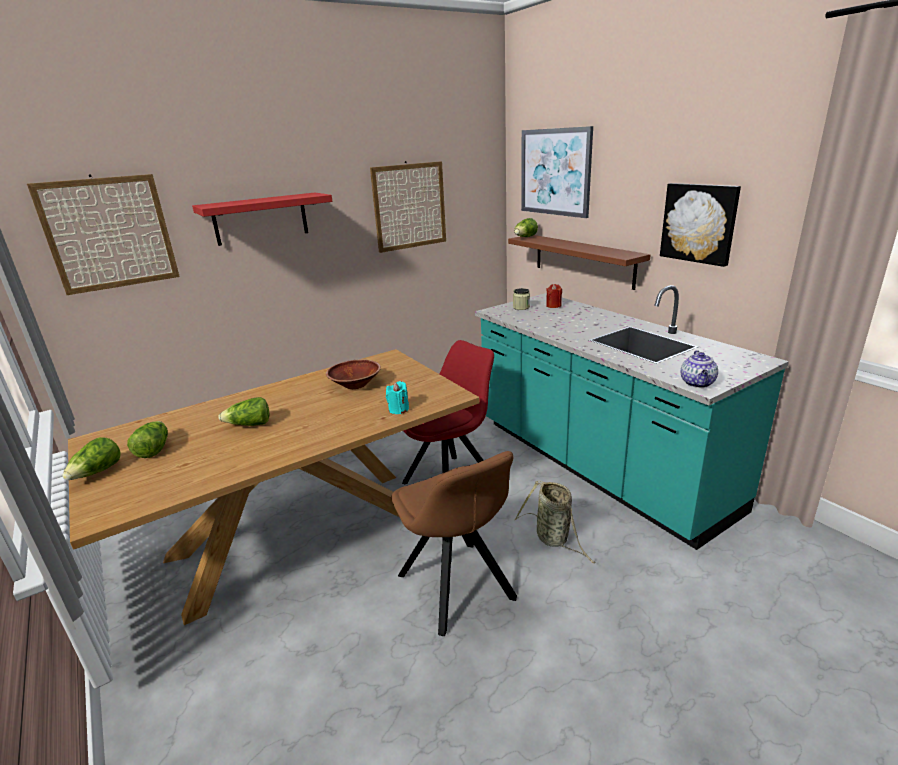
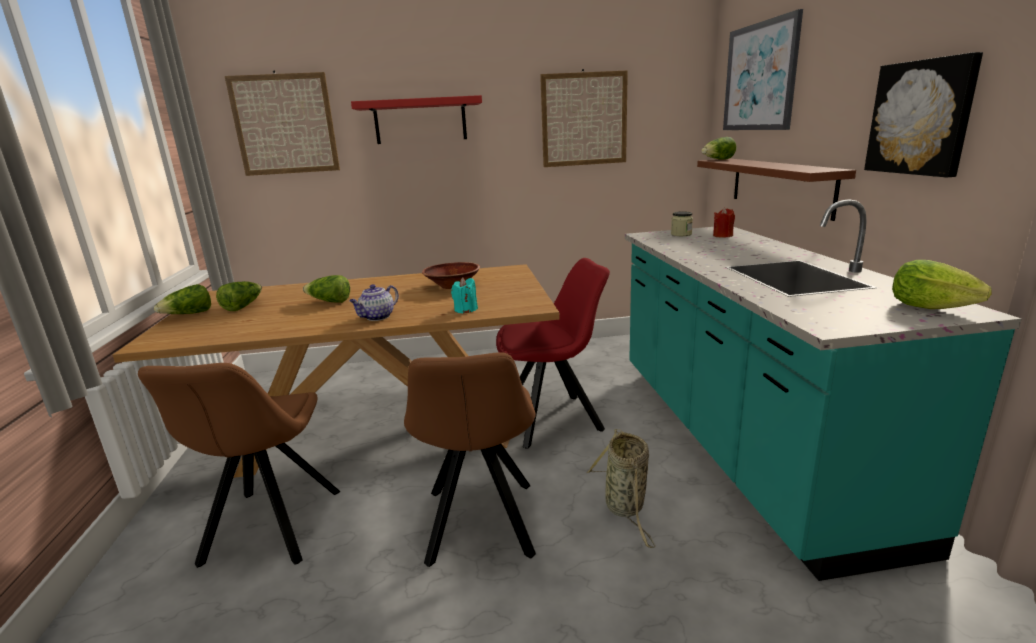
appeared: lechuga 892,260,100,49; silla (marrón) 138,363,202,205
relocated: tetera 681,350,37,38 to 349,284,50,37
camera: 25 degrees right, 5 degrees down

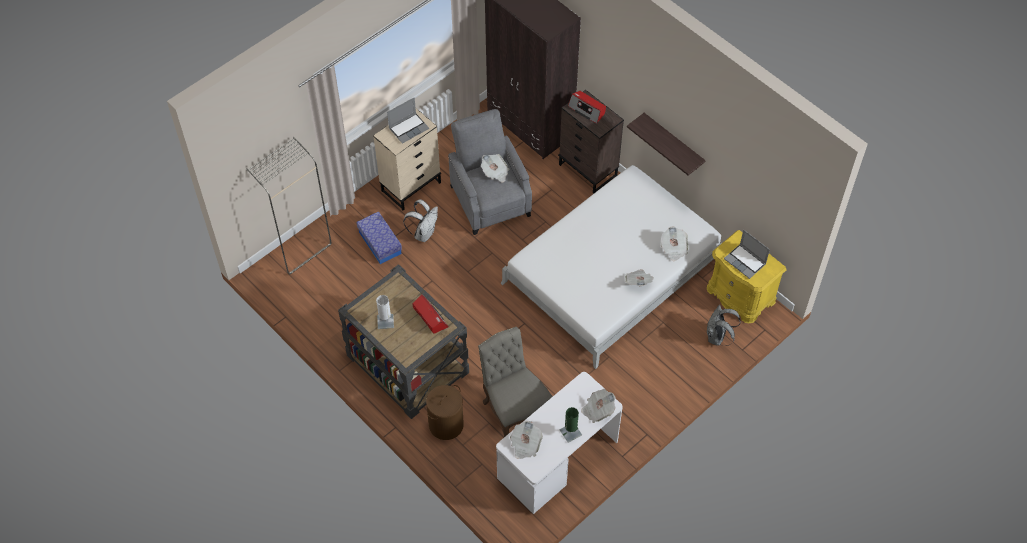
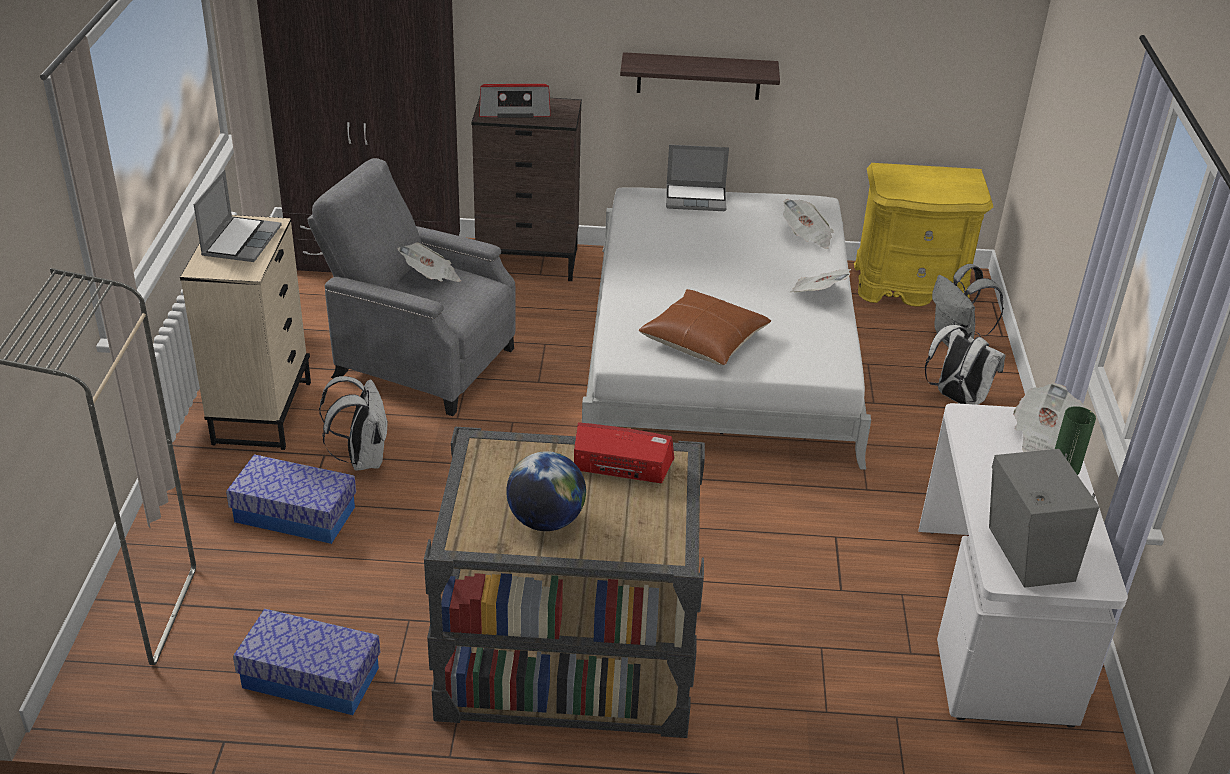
missing: silla (gris) 478,327,75,110; cesto de la ropa (marrón) 426,385,38,55
appeared: cojín (marrón) 639,289,132,76; mochila (blanco) 925,325,80,80; caja de almacenaje 233,609,147,106
relocated: portátil 724,230,46,49 to 666,145,63,66
exchanged: lámpara de mesa (blanco) 376,295,18,34 to globo terráqueo 506,451,80,80; periódico 510,421,33,38 to altavoz (gris) 989,449,110,139
camera: 45 degrees left, 20 degrees down

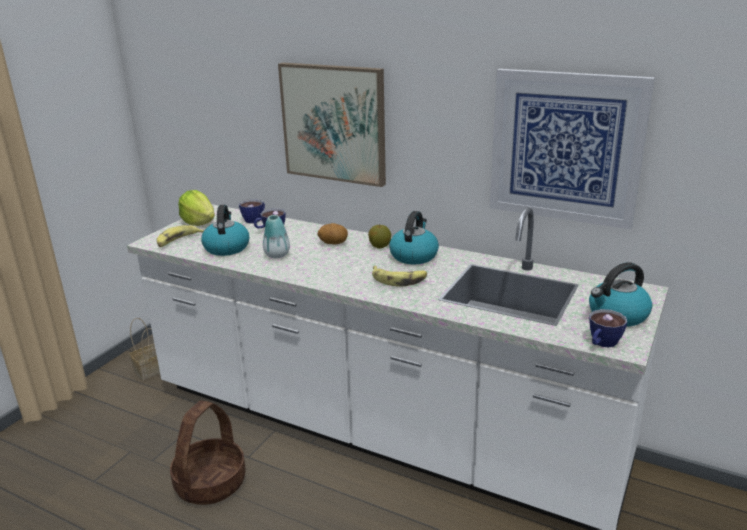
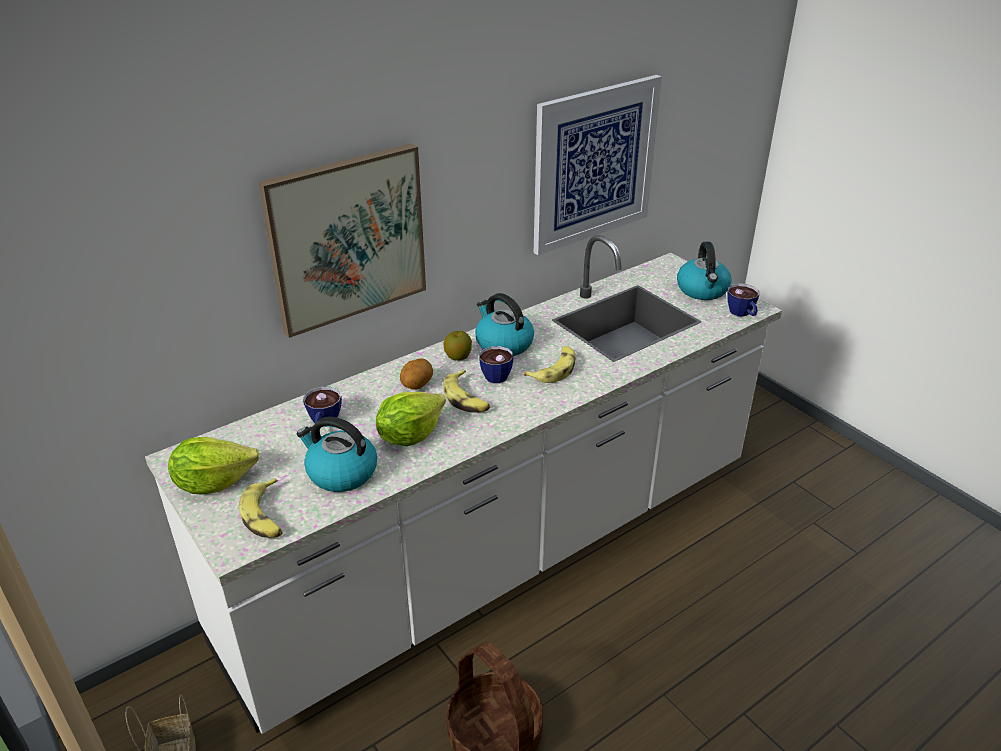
appeared: plátano 443,370,47,43
relocated: taza 239,199,26,24 to 479,346,34,37
exchanged: florero 263,215,27,43 to lechuga 376,392,70,54
camera: 65 degrees left, 10 degrees up

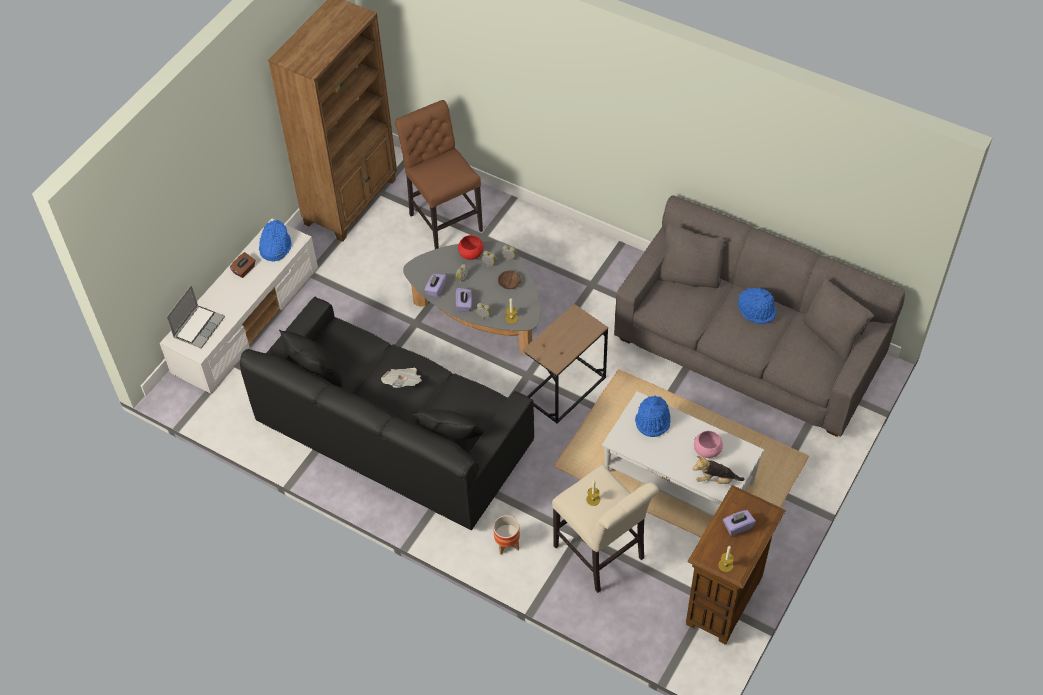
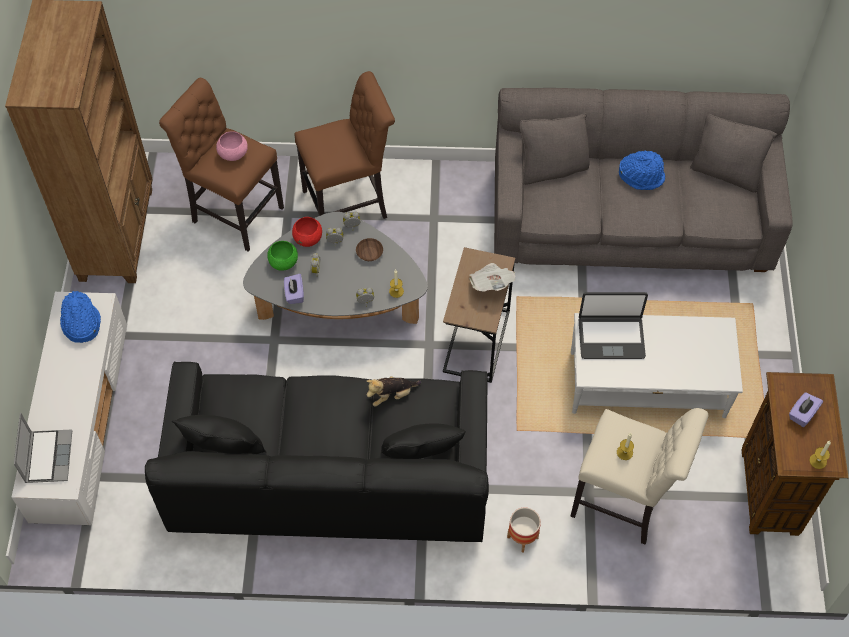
missing: caja de pañuelos (marrón) 230,252,26,26; caja de pañuelos (morado) 456,288,16,24
appeared: taburete (marrón) 294,71,101,148; cuenco (verde) 267,241,31,30
relocated: periódico 381,368,41,20 to 469,263,47,29; cuenco (rosa) 694,431,29,27 to 216,131,32,30; peluche 693,456,52,28 to 367,376,54,31
exchanged: sombrero (azul) 635,396,35,41 to portátil 579,292,69,67
camera: 30 degrees left, 5 degrees up

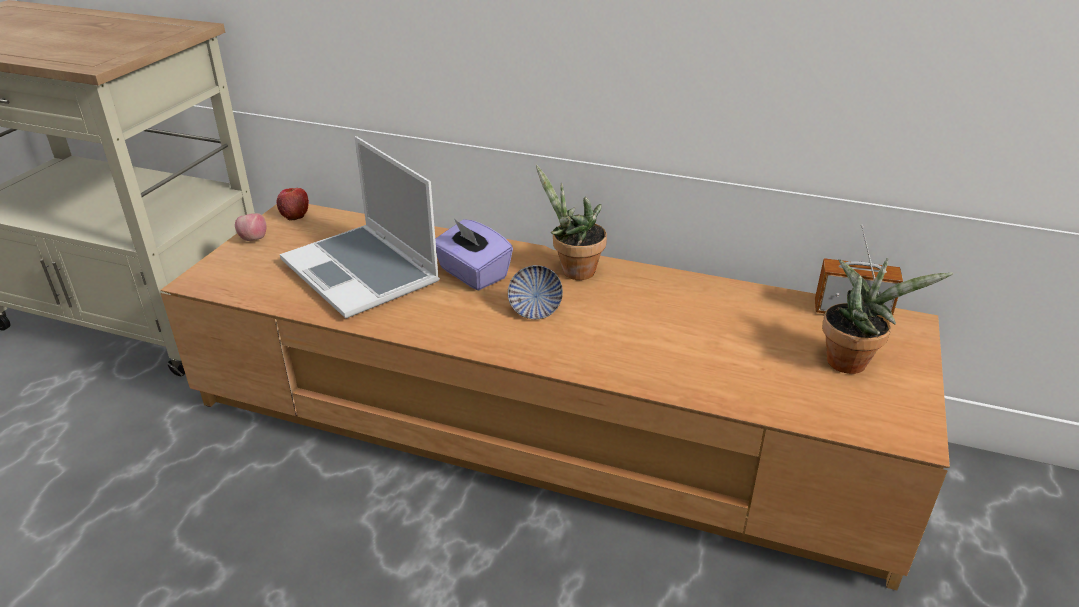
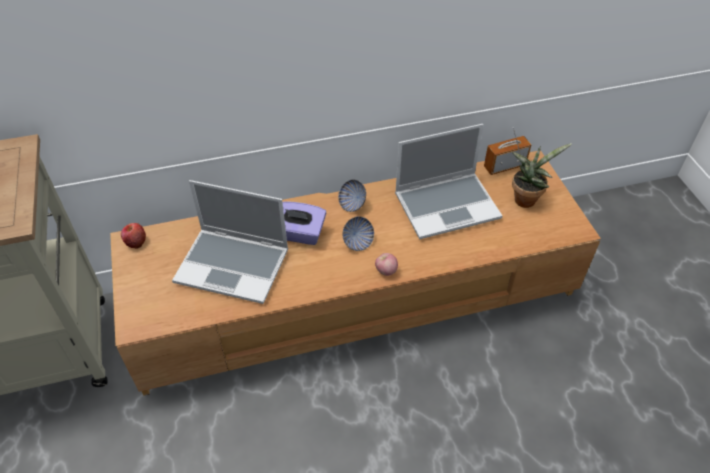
appeared: portátil 395,124,107,115
relocated: manzana 235,213,31,28 to 375,253,23,23
exchanged: planta en maceta 536,164,71,116 to cuenco 338,180,28,32
camera: 35 degrees left, 15 degrees up

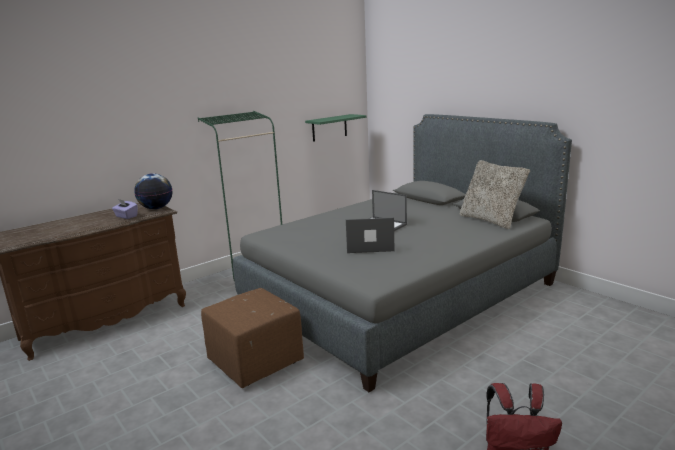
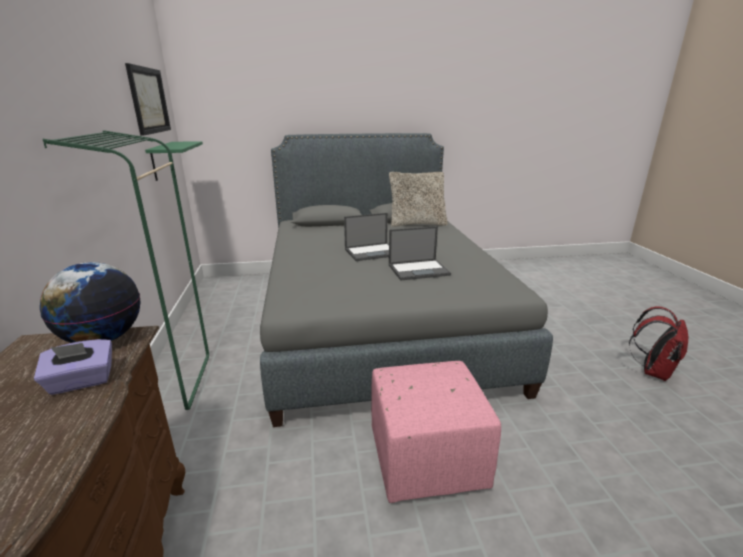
appeared: cuadro 125,63,46,73
colour: puf (marrón) 201,288,103,100 to puf (rosa) 371,361,130,142
spun: portátil 346,217,48,36 = 389,226,62,55 135 degrees counterclockwise
camera: 60 degrees left, 5 degrees up

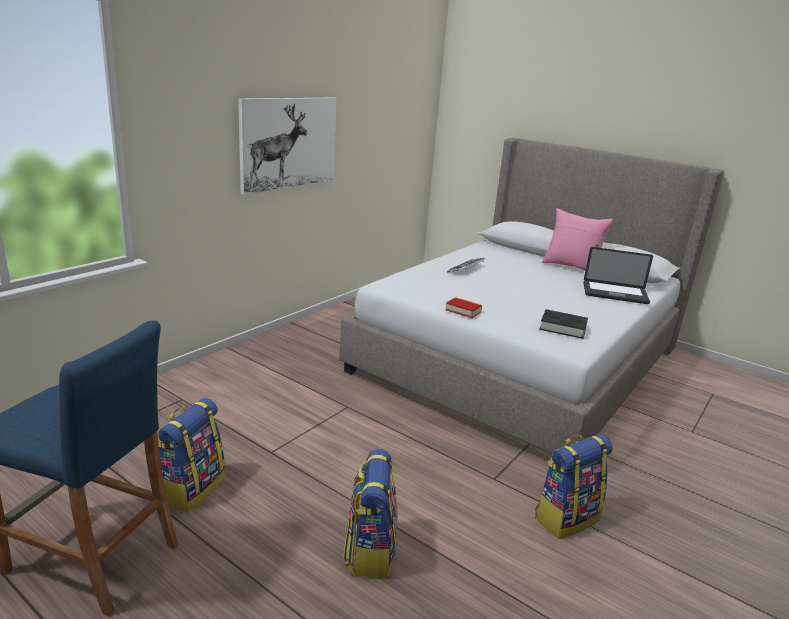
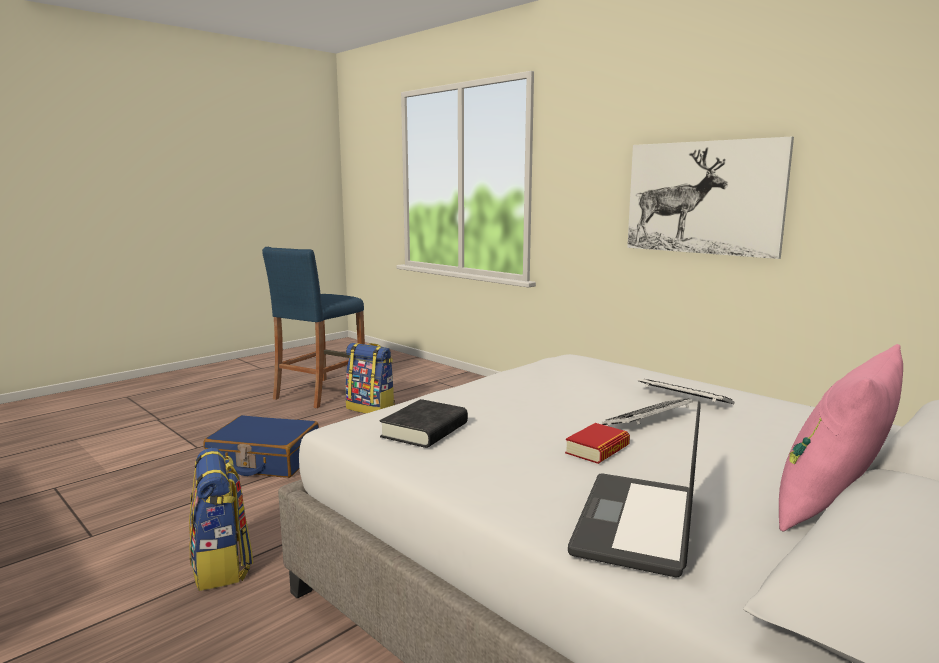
appeared: teclado 602,398,91,27
relocated: libro 445,297,37,21 to 565,423,65,41
exchanged: mochila 343,449,55,129 to maleta (azul) 203,415,116,63
camera: 100 degrees right, 10 degrees down

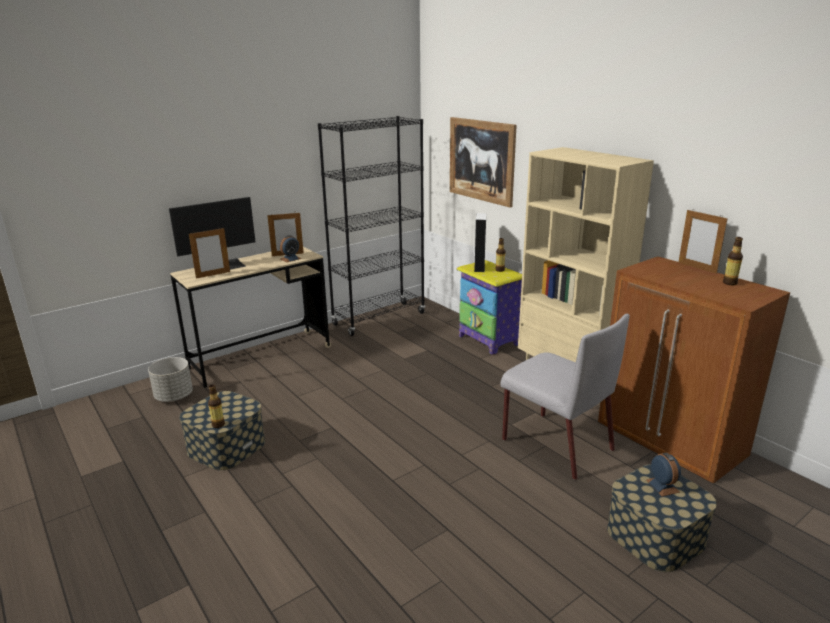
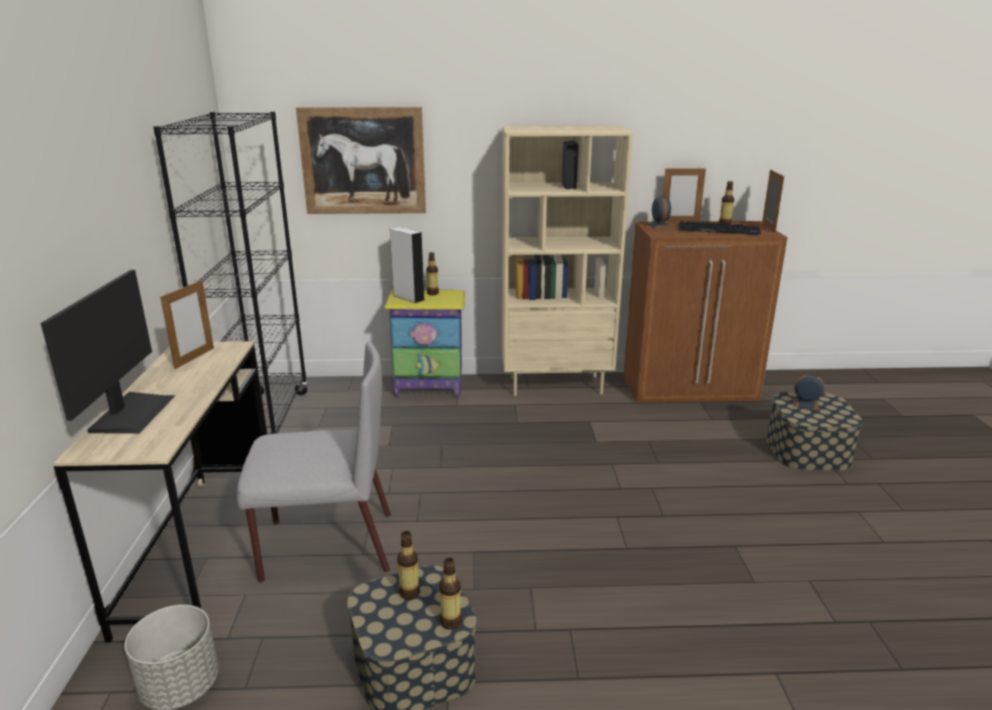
appeared: teclado 679,221,82,14; botella 397,531,23,69
relocated: portarretratos 189,227,41,52 to 762,170,22,63; despertador 280,235,21,27 to 648,195,24,34; silla (gris) 501,314,129,166 to 237,341,154,242
camera: 55 degrees left, 0 degrees up

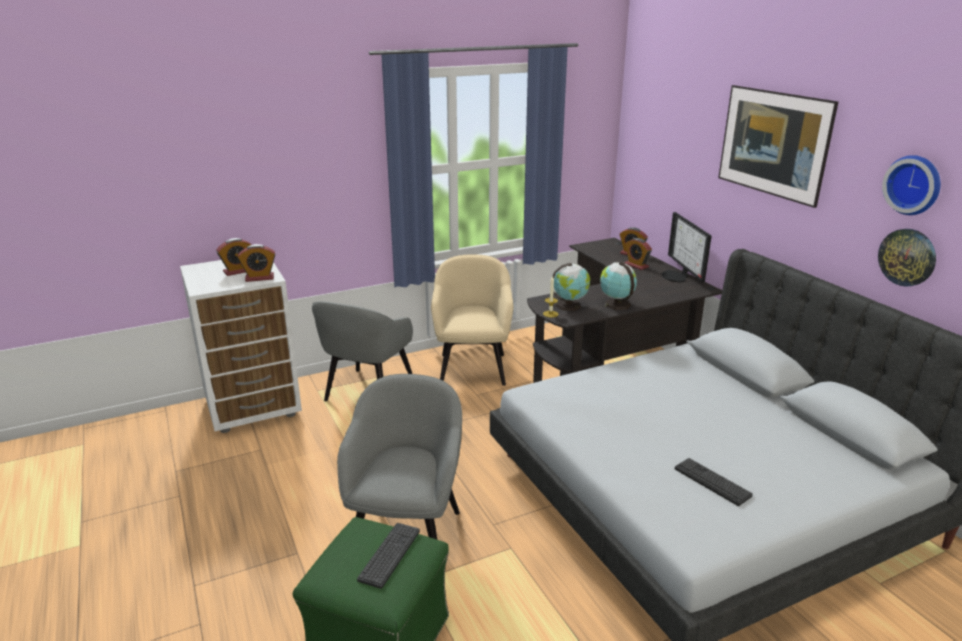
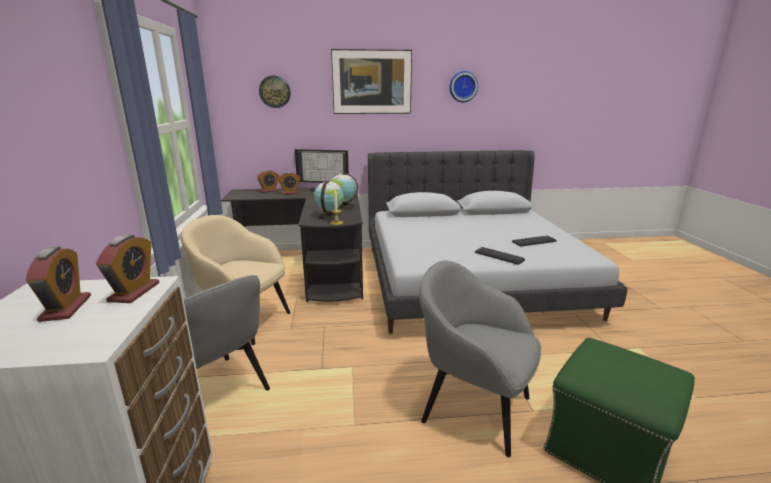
relocated: reloj de pared 878,229,58,57 to 259,76,32,32; teclado 357,523,63,66 to 475,247,50,18
camera: 70 degrees left, 5 degrees down

